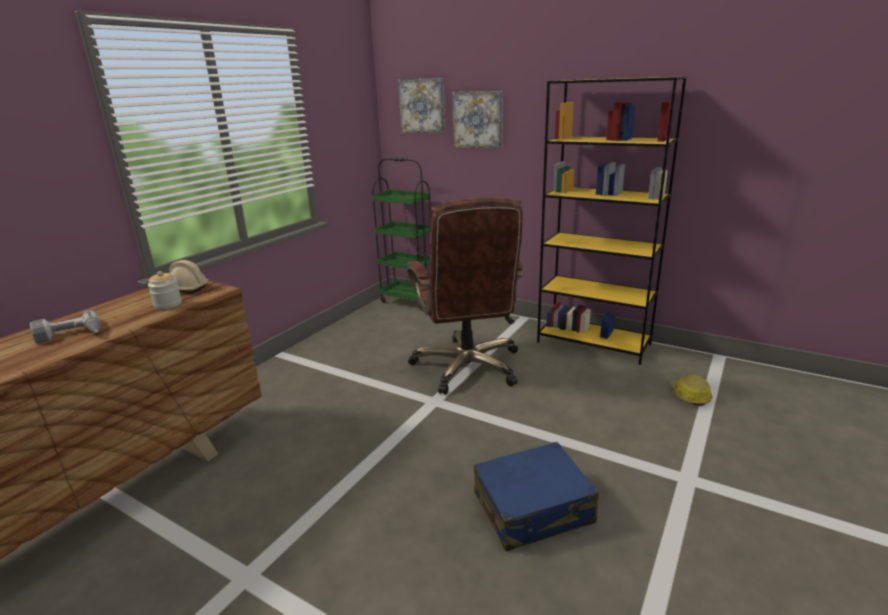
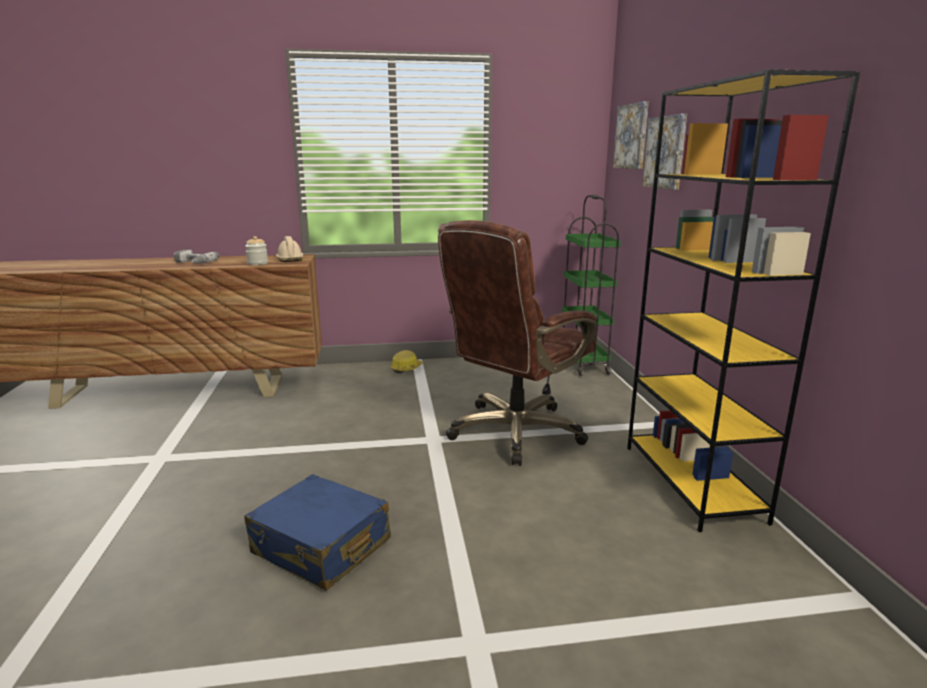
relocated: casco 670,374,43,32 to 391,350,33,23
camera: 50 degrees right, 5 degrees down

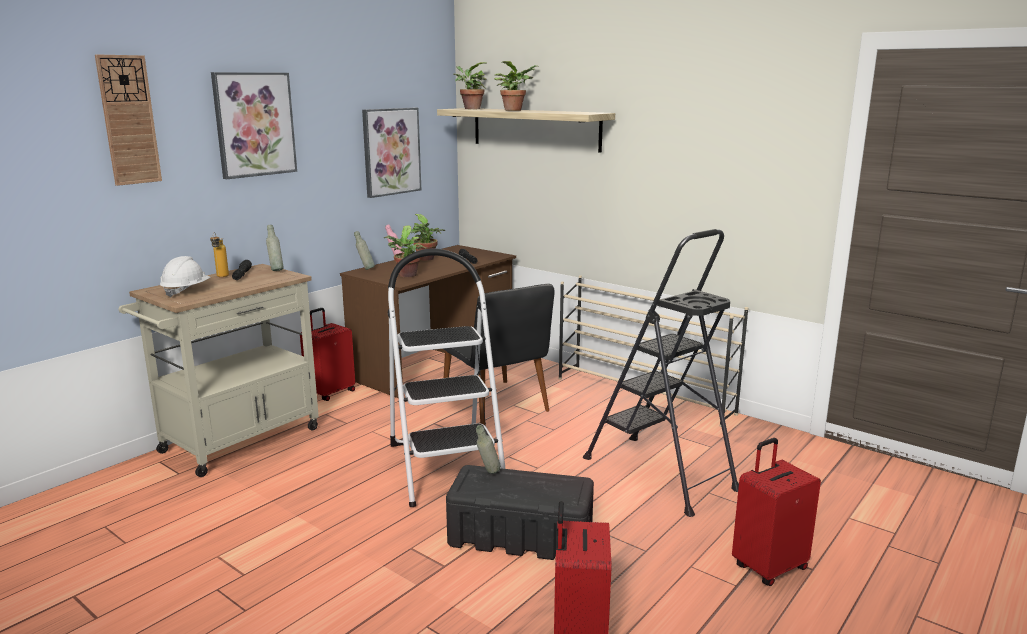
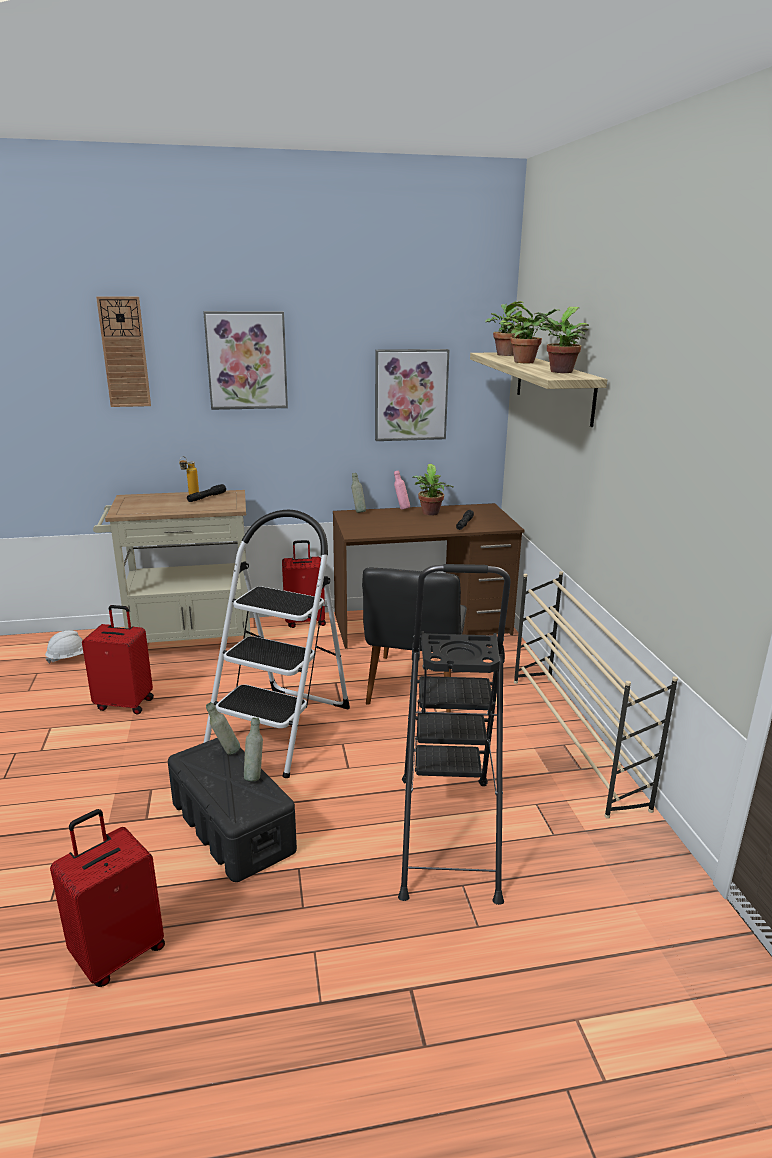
relocated: botella (gris) 266,225,17,46 to 244,717,19,64; planta en maceta 384,225,43,52 to 535,307,54,66; casco (blanco) 160,256,51,42 to 45,630,38,34; maleta (rojo) 732,438,89,148 to 82,605,72,109
camera: 40 degrees right, 5 degrees up

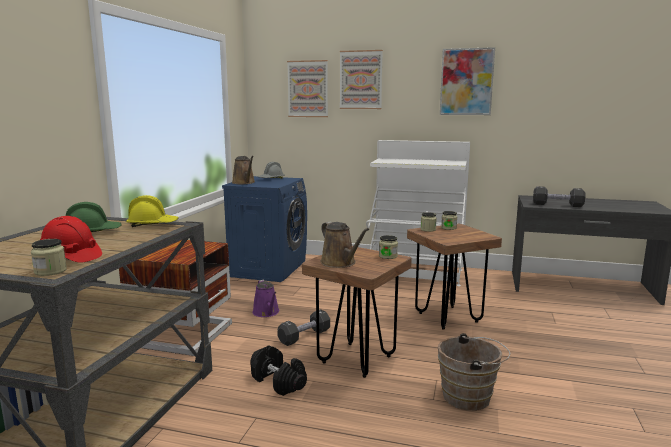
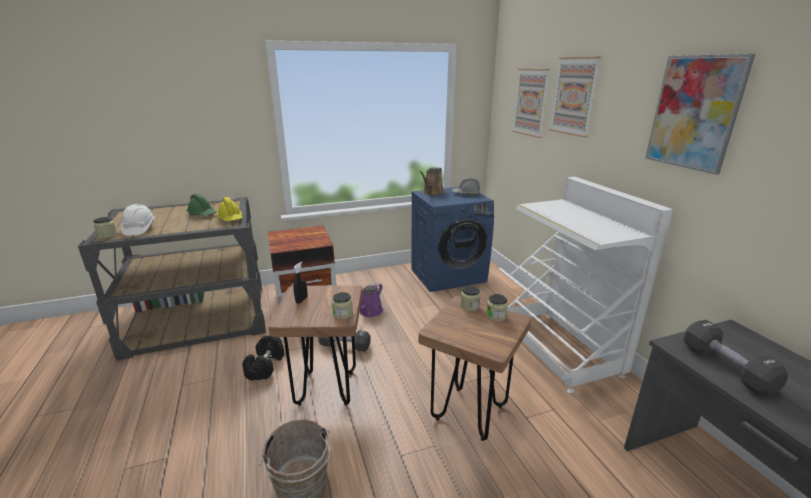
exchanged: regadera (marrón) 321,222,48,46 to pulverizador (negro) 294,262,13,42
colour: casco (rojo) 40,216,62,47 to casco (blanco) 121,204,34,32
camera: 55 degrees right, 10 degrees up

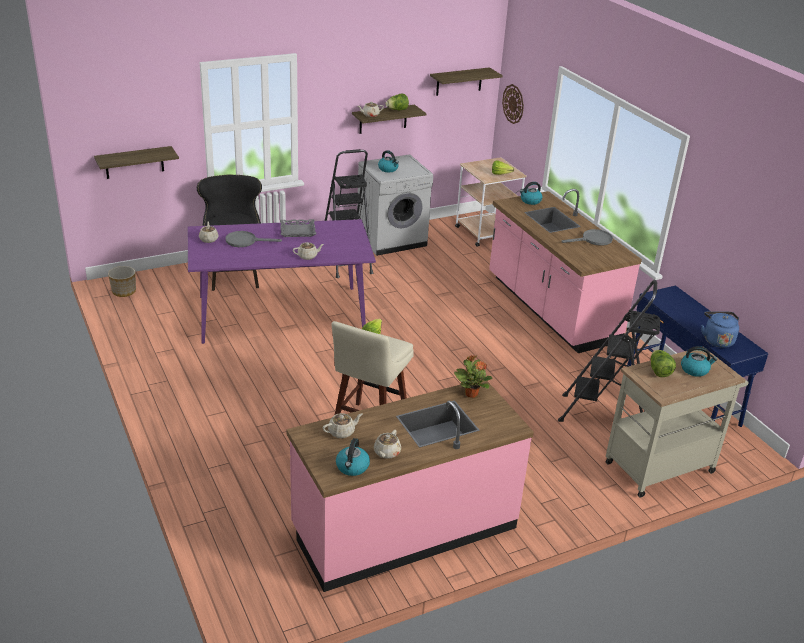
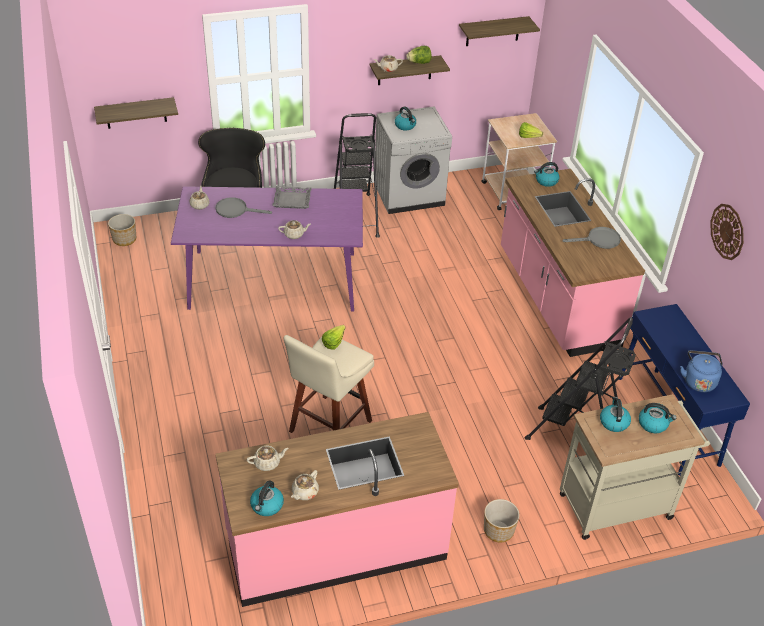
missing: planta en maceta 454,355,38,43
appeared: maceta 484,499,36,43
relocated: reloj de pared 502,84,22,40 to 710,204,34,56
exchanged: lechuga 651,350,25,27 to hervidor 600,397,31,35
camera: 10 degrees right, 10 degrees up

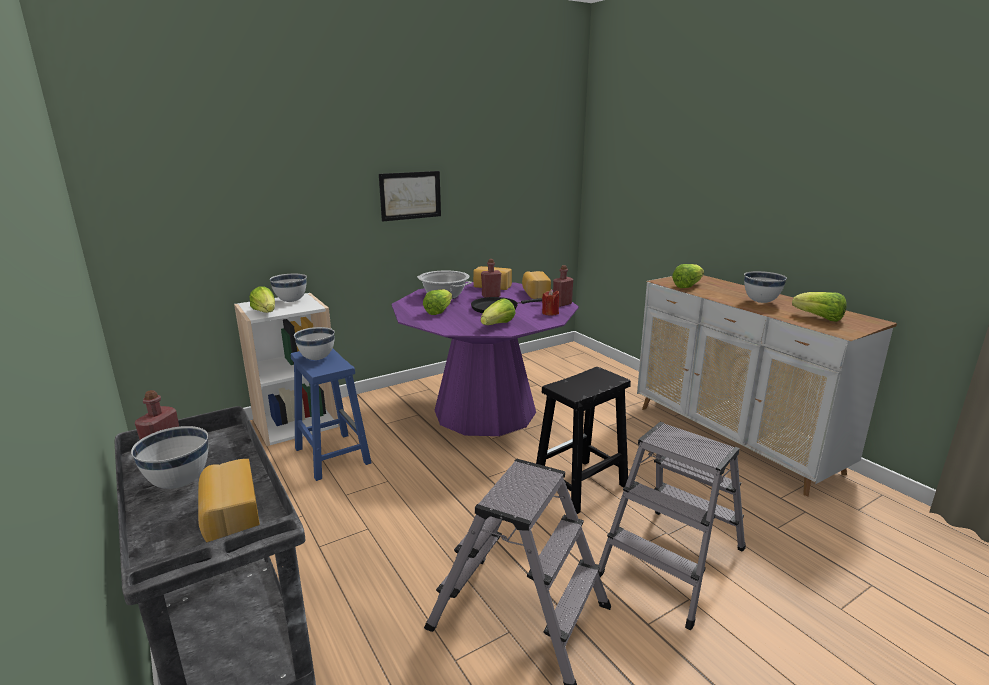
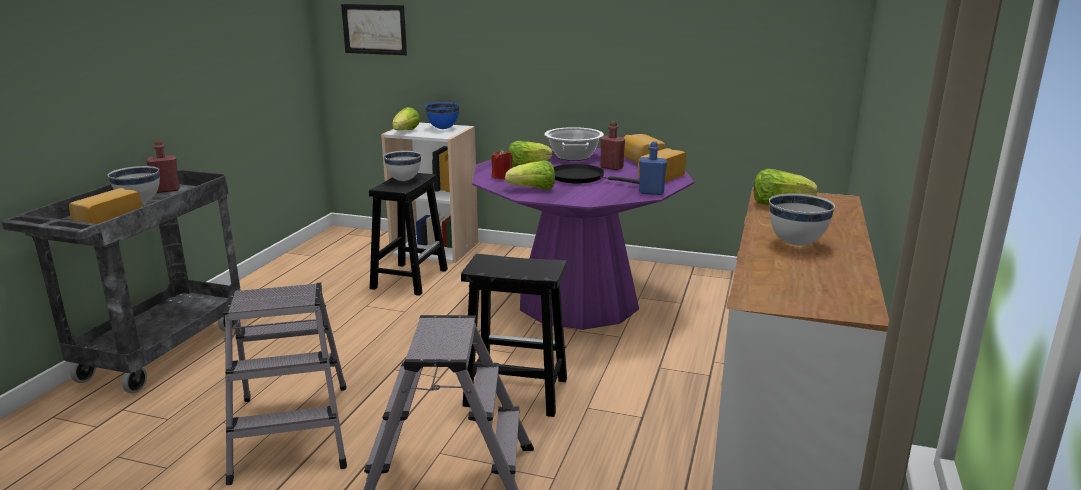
missing: lechuga 792,292,55,30
relocated: cuadro 379,171,62,51 to 341,4,66,51; vela (rojo) 542,289,17,26 to 491,149,22,31
colour: botella (rojo) 553,265,20,42 to botella (azul) 639,142,28,53; cuenco (blanco) 270,273,37,29 to cuenco (azul) 425,102,34,27; taburete (azul) 291,348,81,133 to taburete (negro) 369,173,79,123
camera: 50 degrees right, 0 degrees up

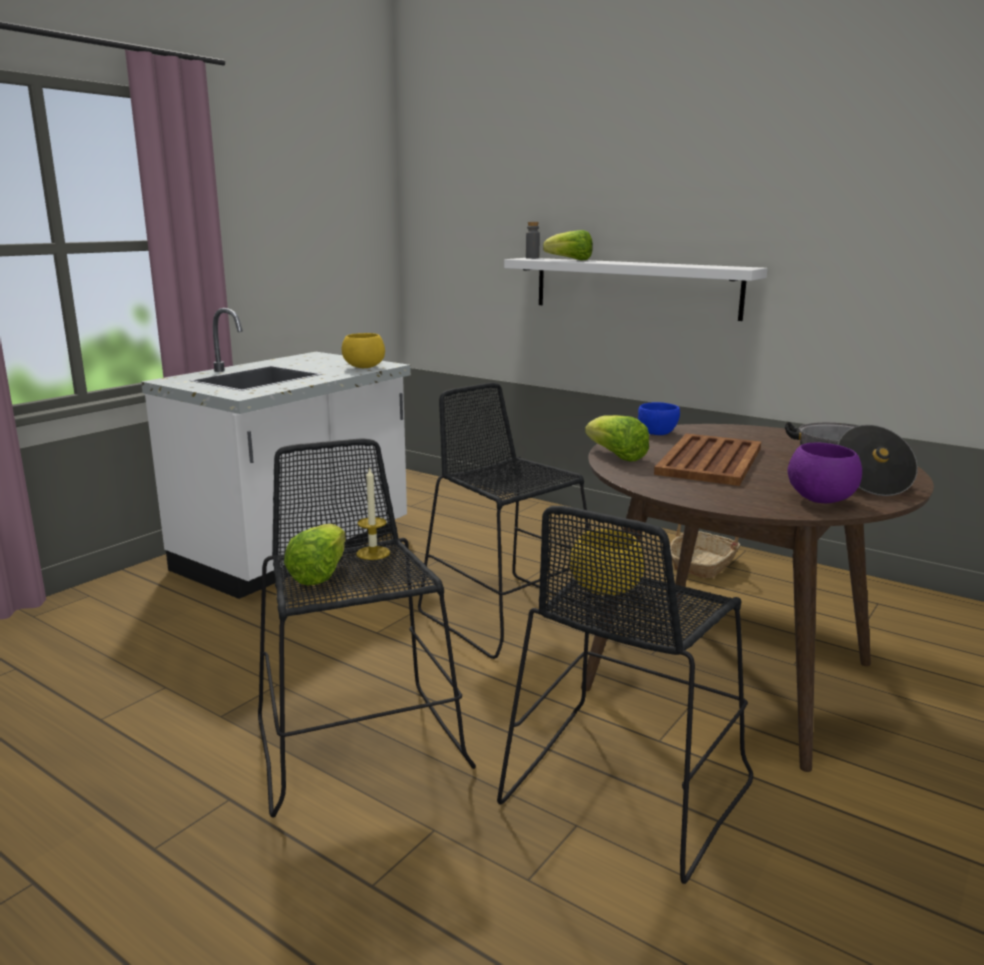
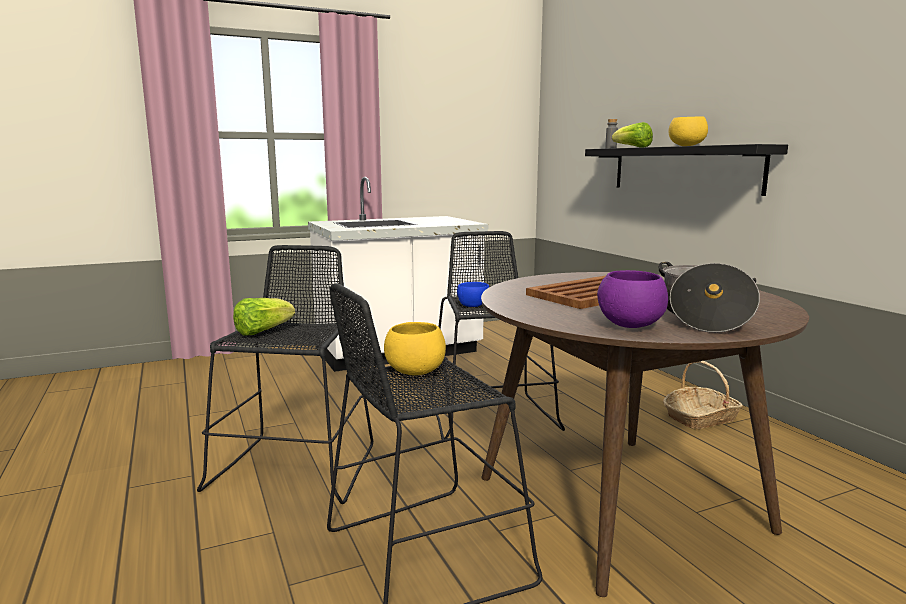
missing: lechuga 585,415,64,46; vela 356,466,34,94
relocated: cuenco (amarillo) 342,333,43,35 to 668,116,40,30; cuenco (azul) 638,402,42,33 to 457,282,32,25
colour: estante (blanco) 504,258,264,63 to estante (negro) 585,144,203,52
camera: 30 degrees right, 5 degrees down

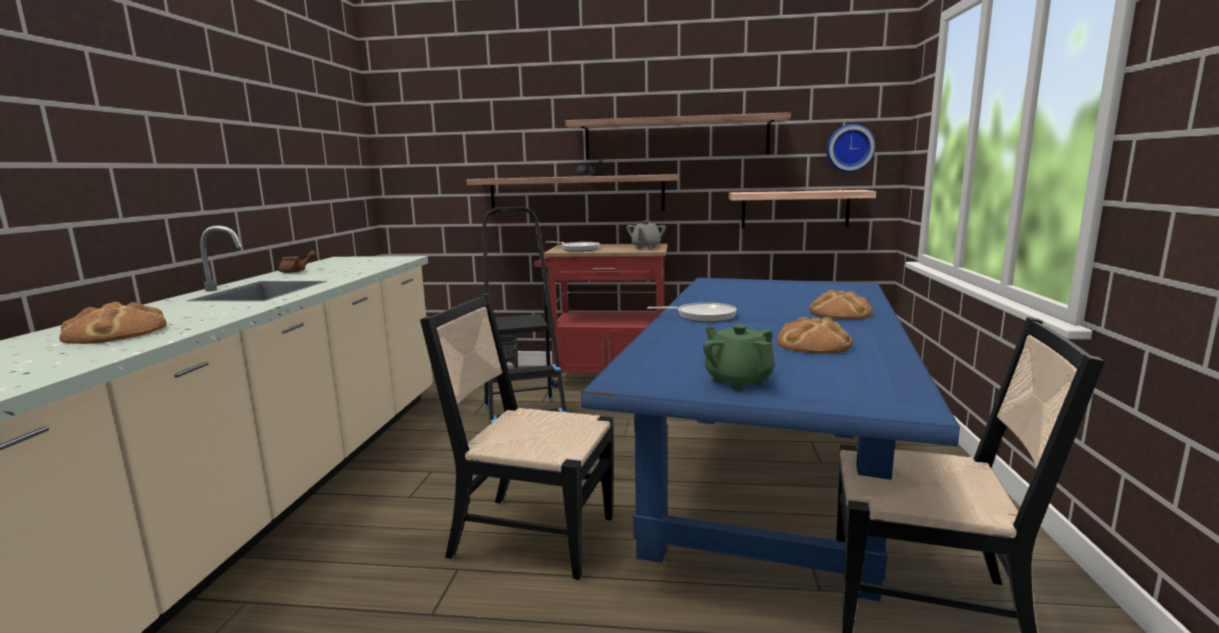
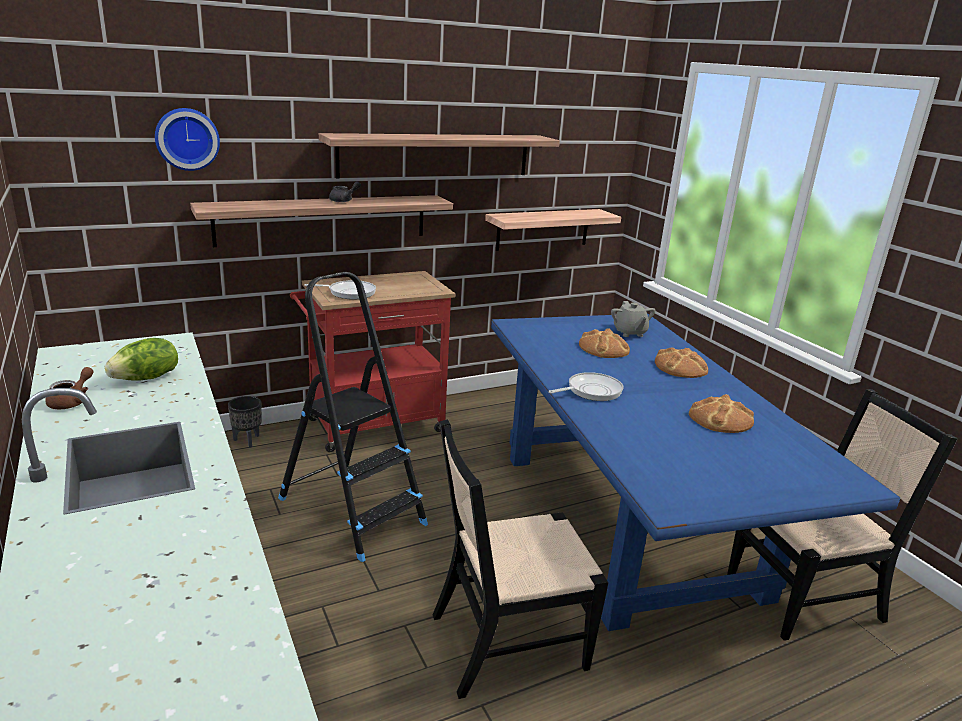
missing: tetera (verde) 703,324,72,67
appeared: lechuga 105,338,73,43
relocated: reloj de pared 826,124,50,49 to 155,108,65,63; tetera (gris) 626,220,40,29 to 611,301,44,36; pan 59,301,108,43 to 579,328,51,30
camera: 35 degrees left, 10 degrees up

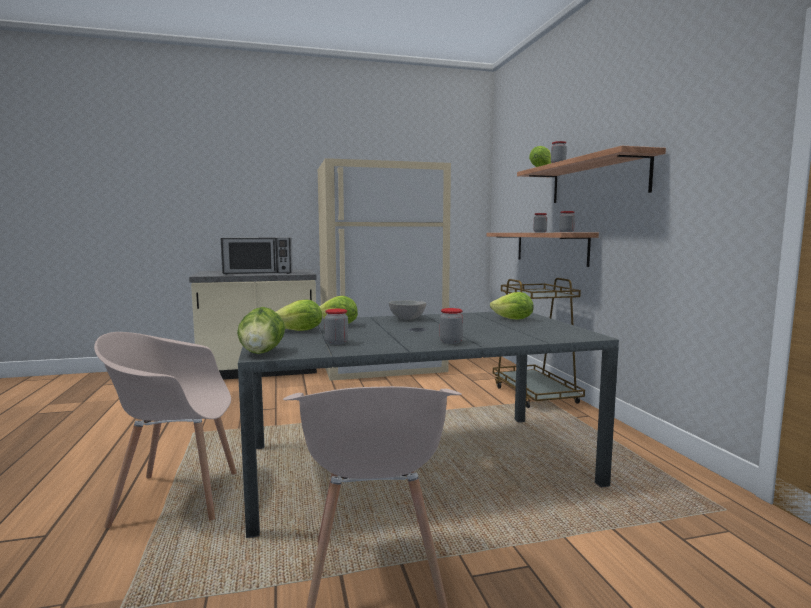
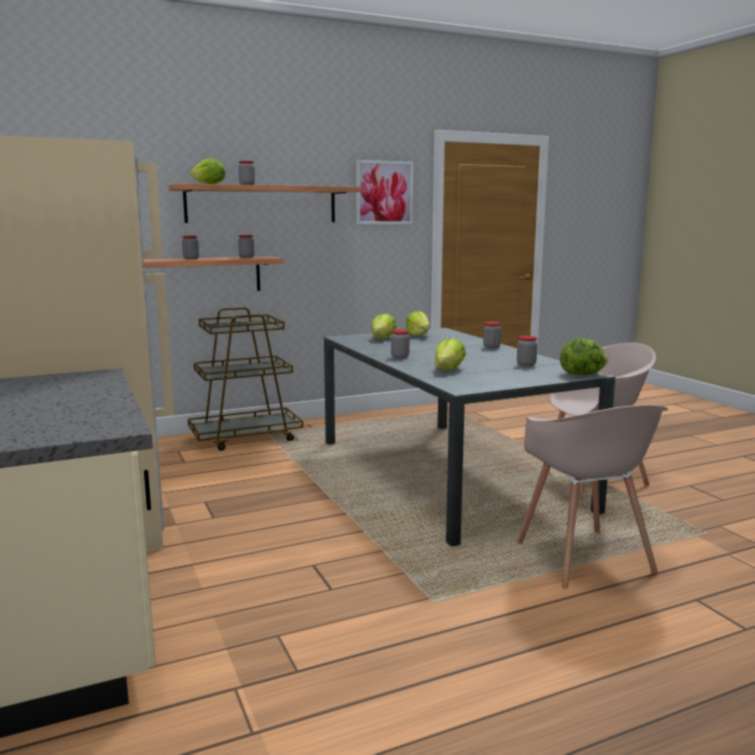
missing: microondas 221,237,72,38
appeared: cuadro 356,160,57,64
relocated: lechuga 276,300,46,31 to 406,311,24,25
exchanged: cuenco (gris) 389,300,37,20 to tarro 391,330,19,28
camera: 100 degrees left, 5 degrees up

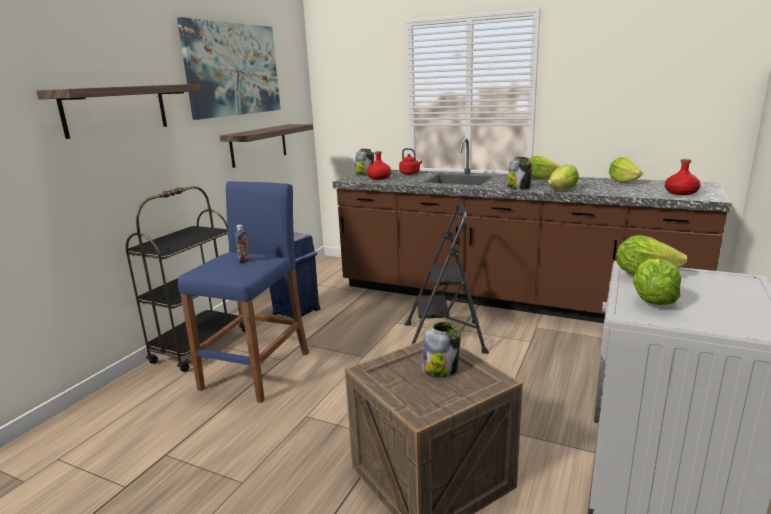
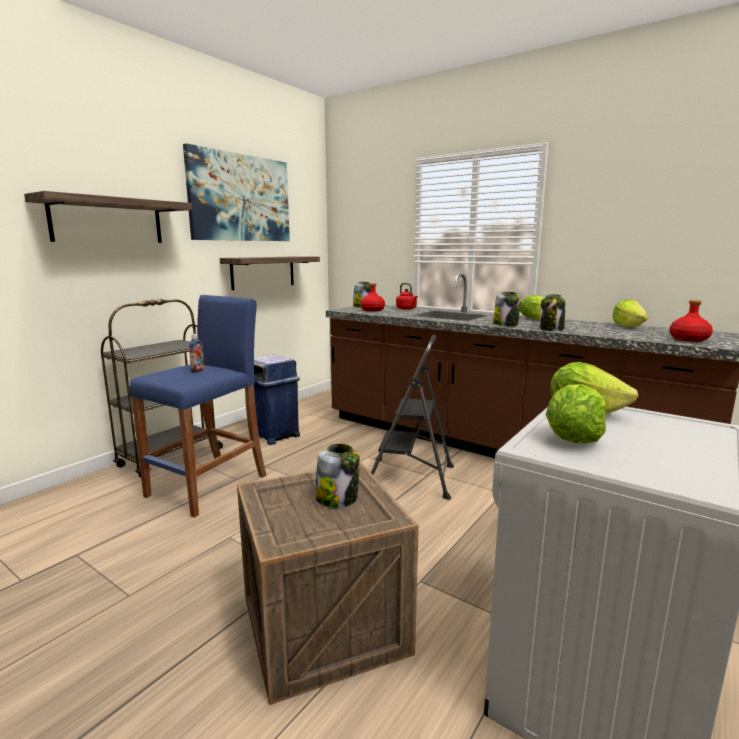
exchanged: lechuga 548,165,31,25 to tarro 540,294,25,37
camera: 10 degrees right, 5 degrees down

